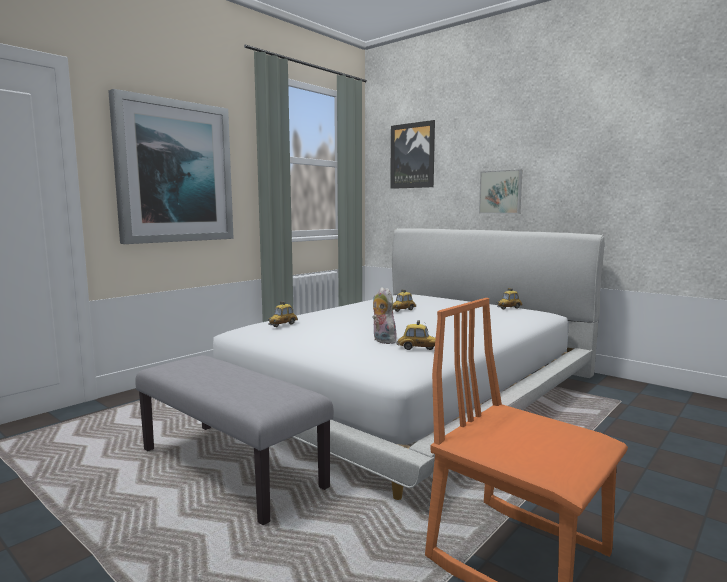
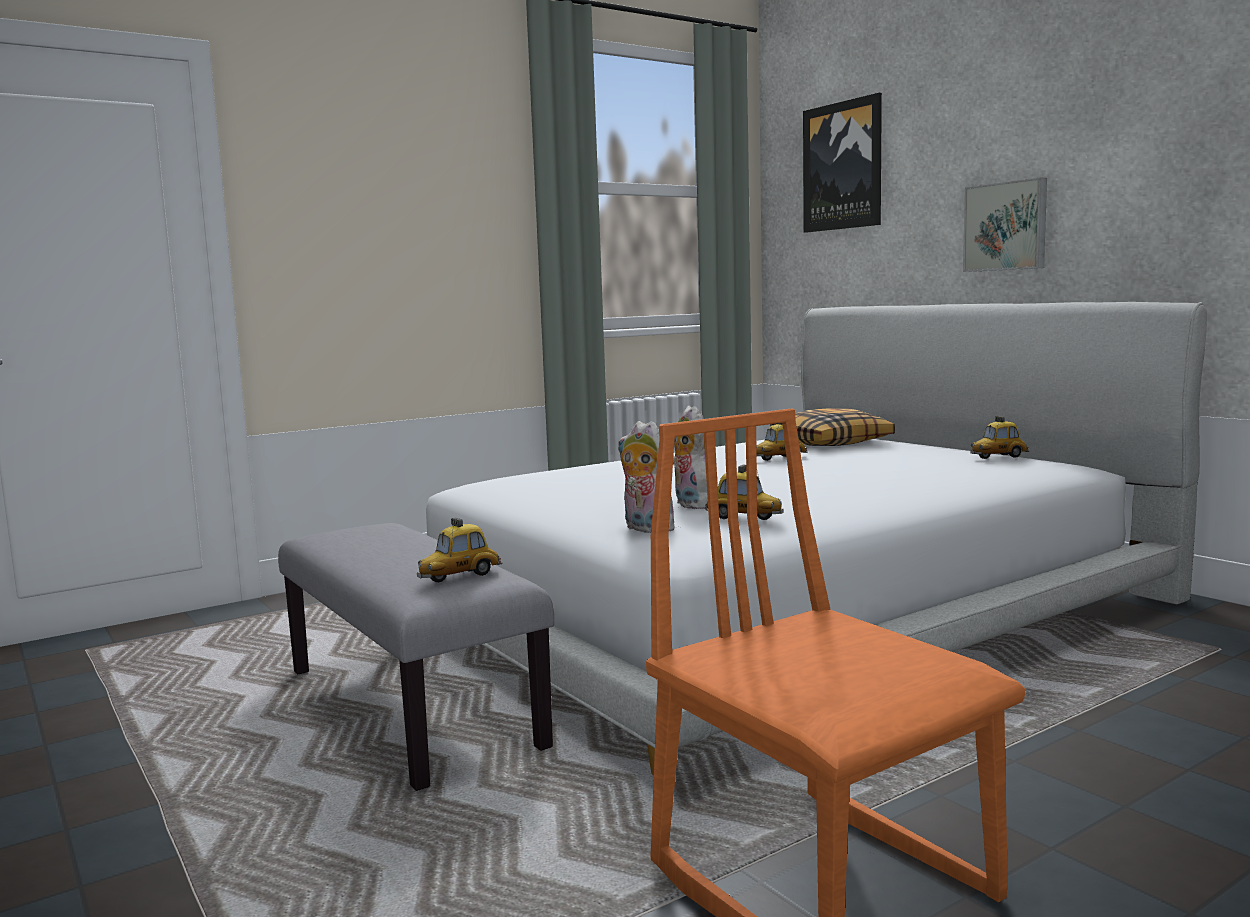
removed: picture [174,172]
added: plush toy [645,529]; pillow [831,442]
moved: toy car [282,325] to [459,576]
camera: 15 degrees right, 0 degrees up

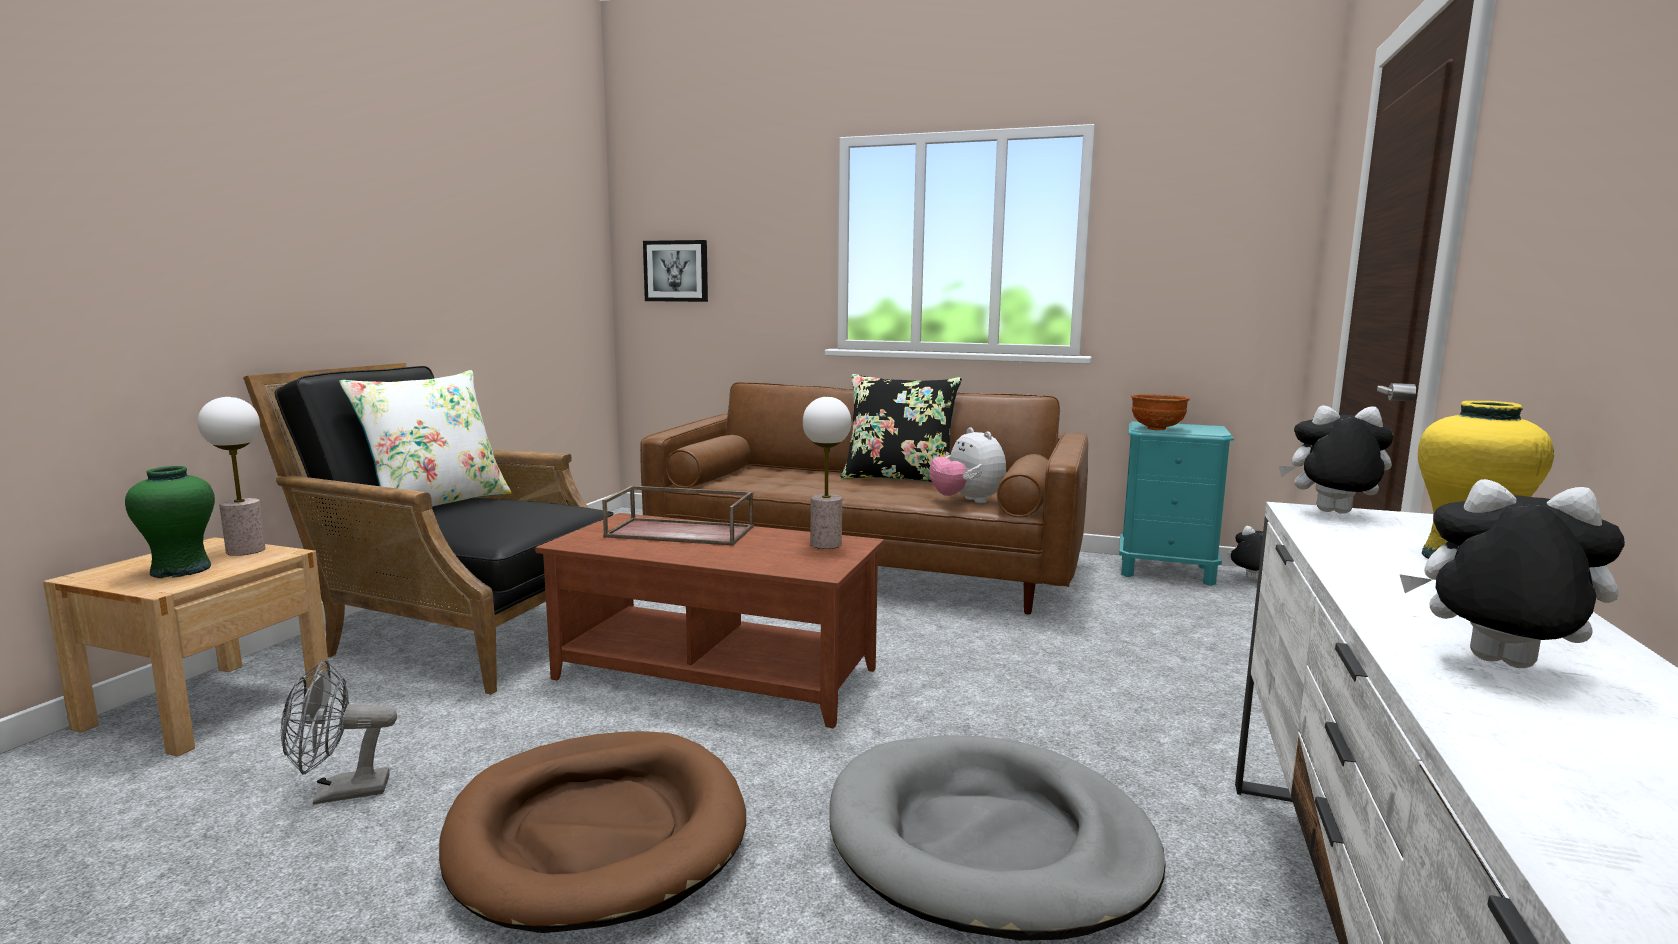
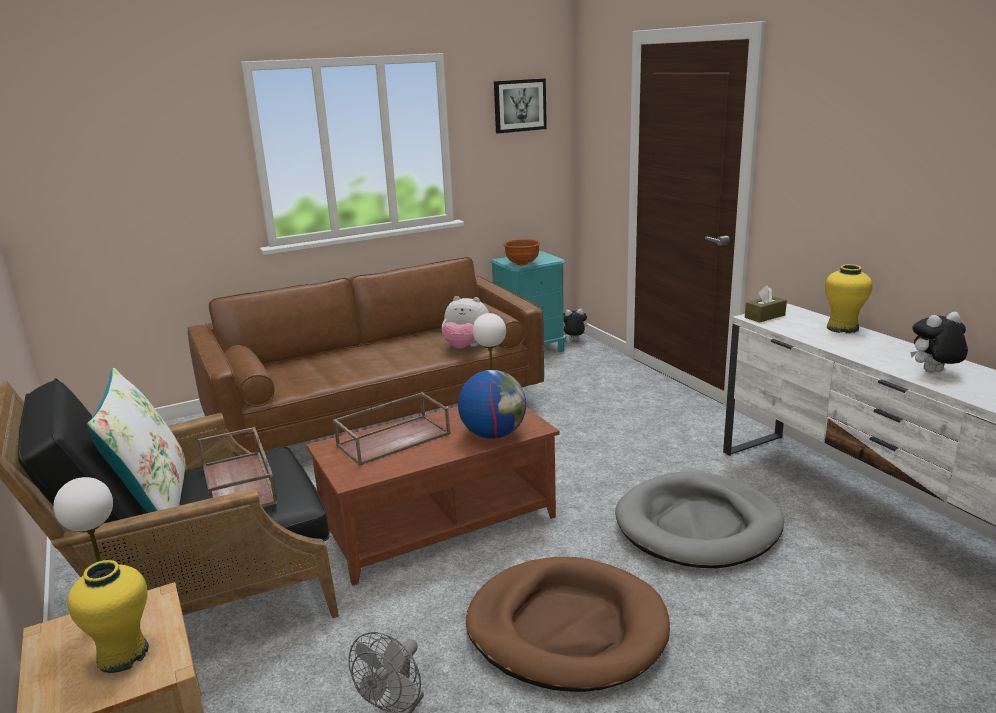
removed: pillow (black) [899,478]
added: tray (brown) [240,484]; globe [493,434]
moved: picture [676,271] to [519,105]
replaced: plush toy [1331,513] to tissue box (brown) [764,316]
recoloured: vase (green) [181,570] to vase (yellow) [123,654]
camera: 45 degrees left, 10 degrees up

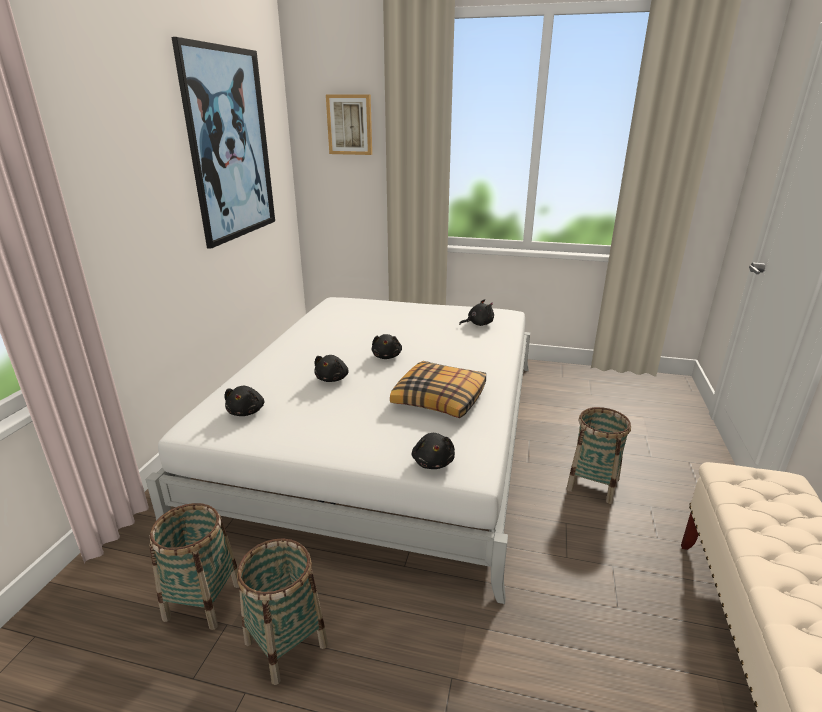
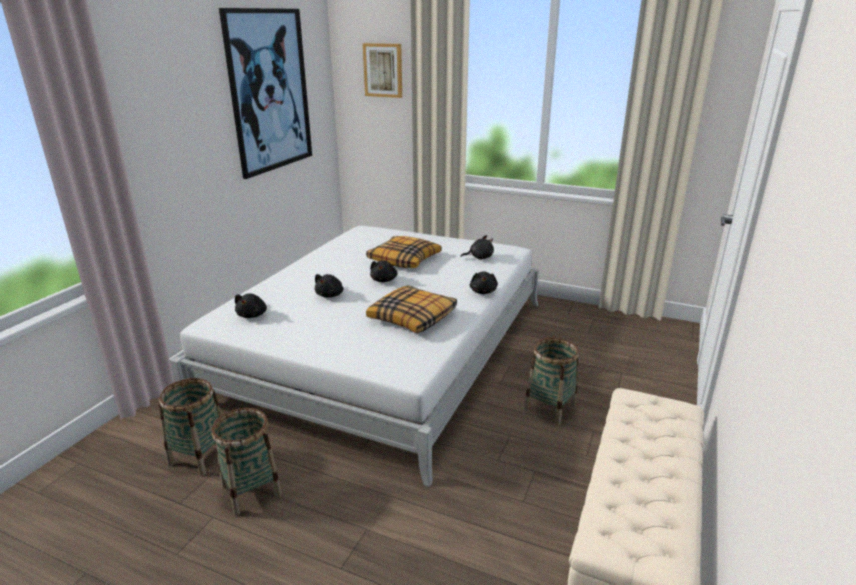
added: pillow [404,259]
moved: plush toy (black) [433,462] to [483,291]
camera: 10 degrees right, 0 degrees up

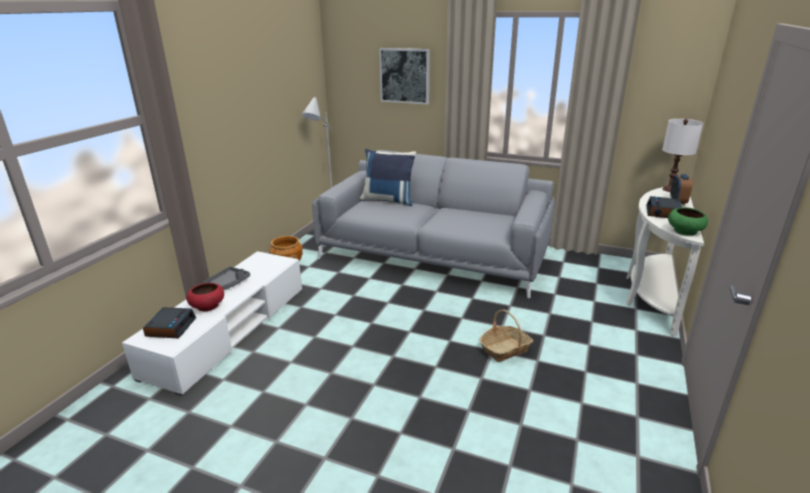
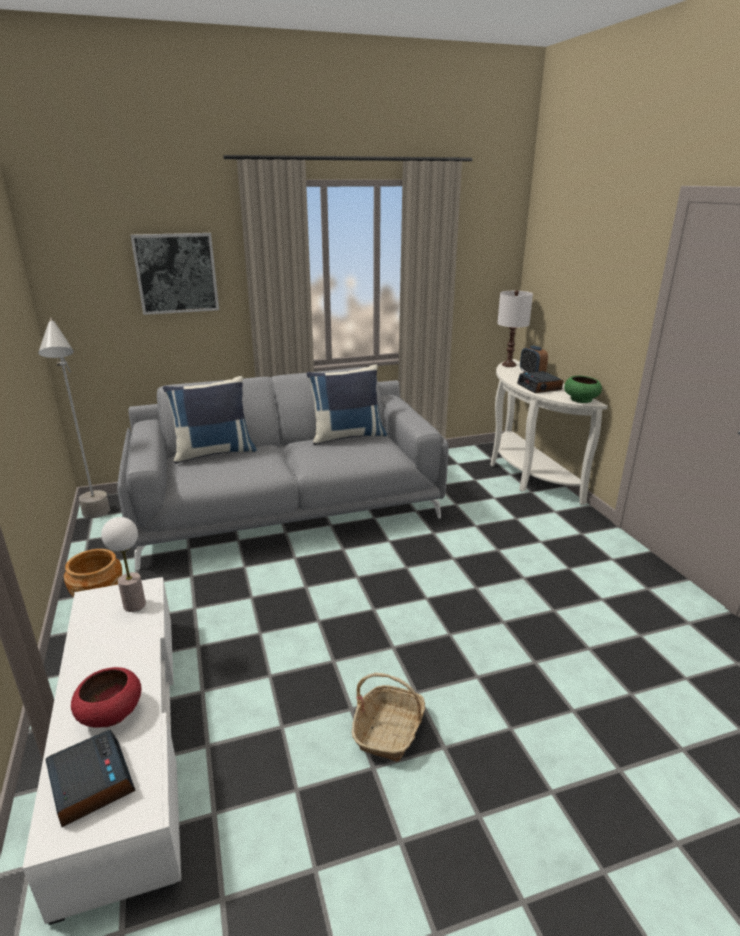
removed: tray (grey) [228,284]
added: table lamp [134,605]; pillow (blue) [347,436]
moved: basket [505,349] to [389,730]
camera: 40 degrees left, 0 degrees up

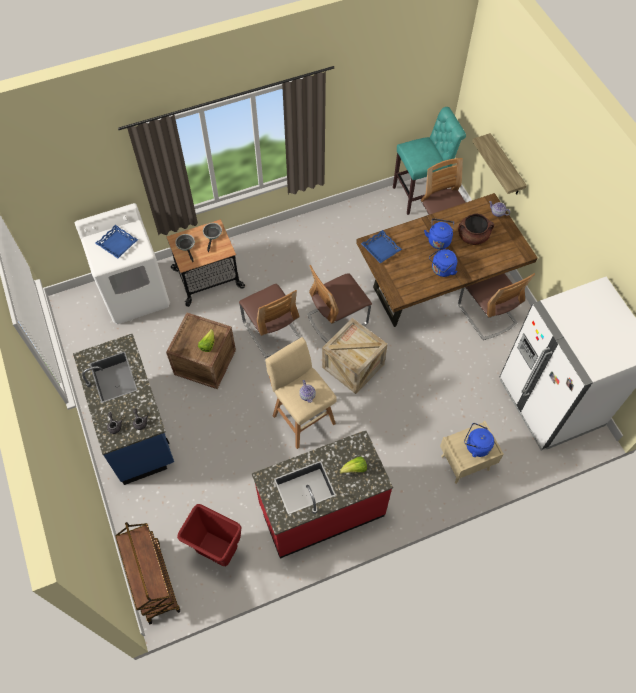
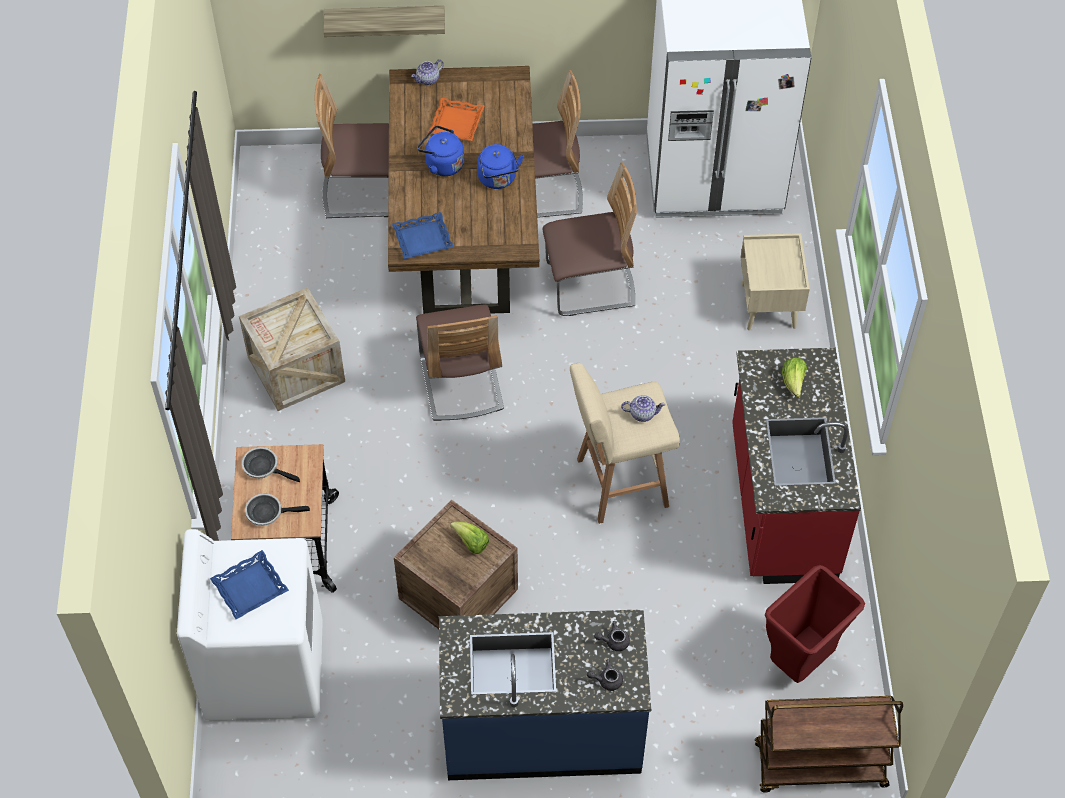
removed: stool (turquoise) [421,195]; kettle (blue) [476,446]
moved: chair [272,331] to [590,285]; crate [353,366] to [296,369]
replaced: cooking pot (brown) [472,236] to tray (orange) [456,123]
camera: 70 degrees left, 5 degrees down

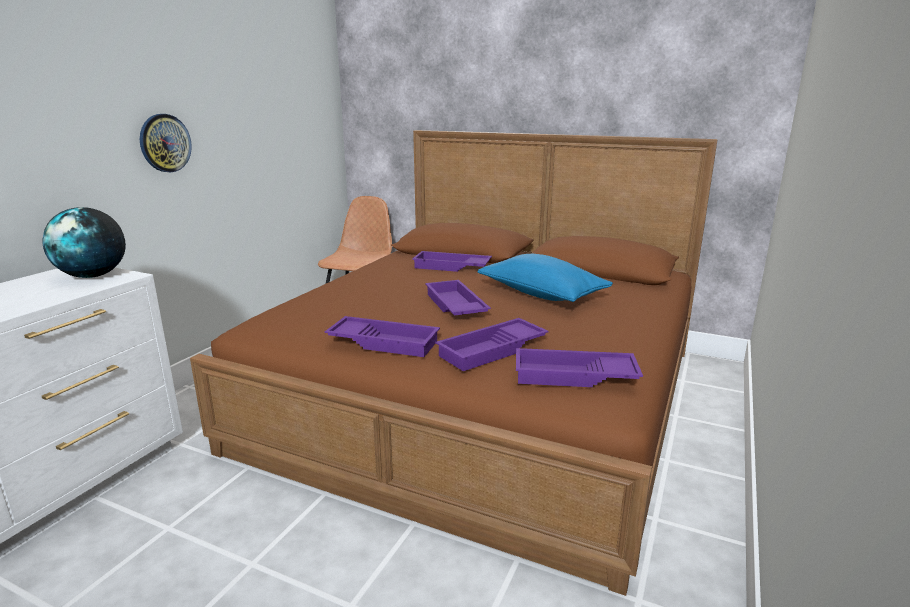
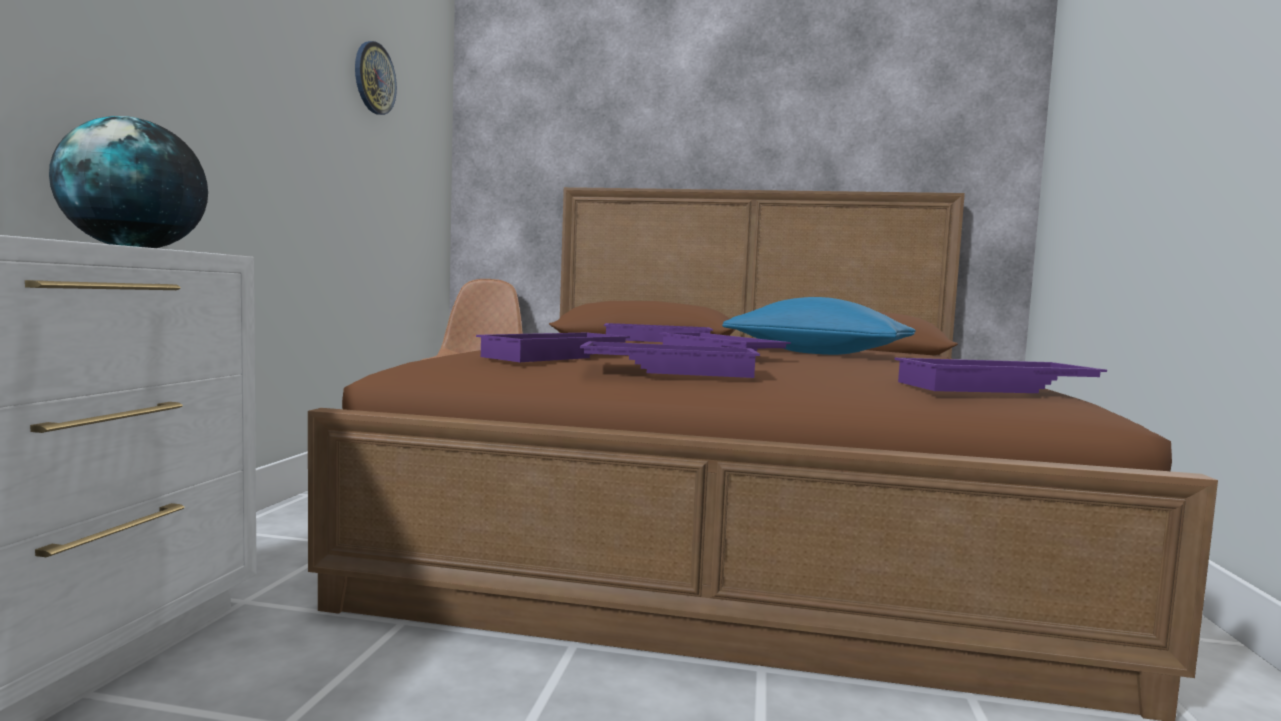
moved: wall clock [165,143] to [374,78]; tray (purple) [493,350] to [557,356]
camera: 15 degrees left, 15 degrees down

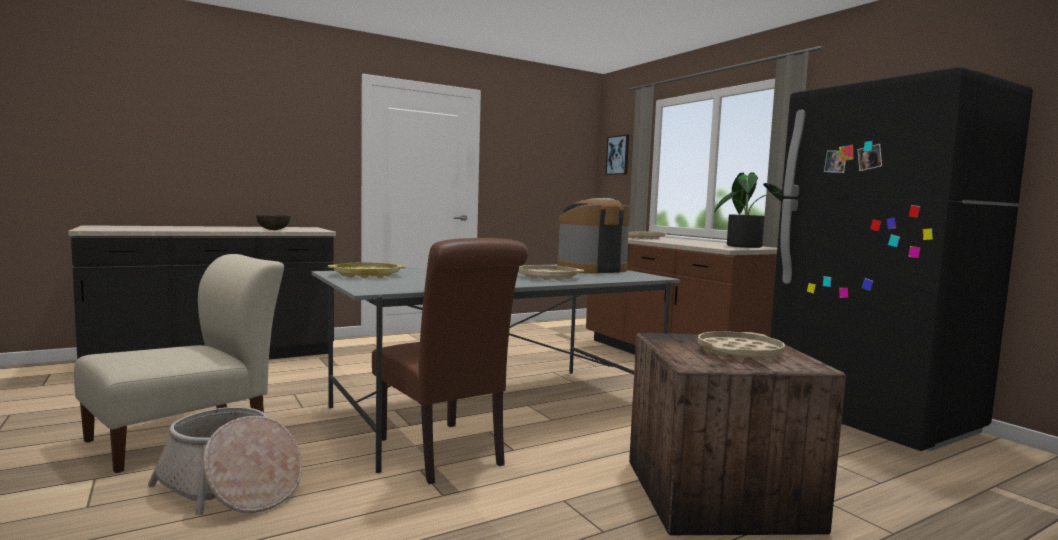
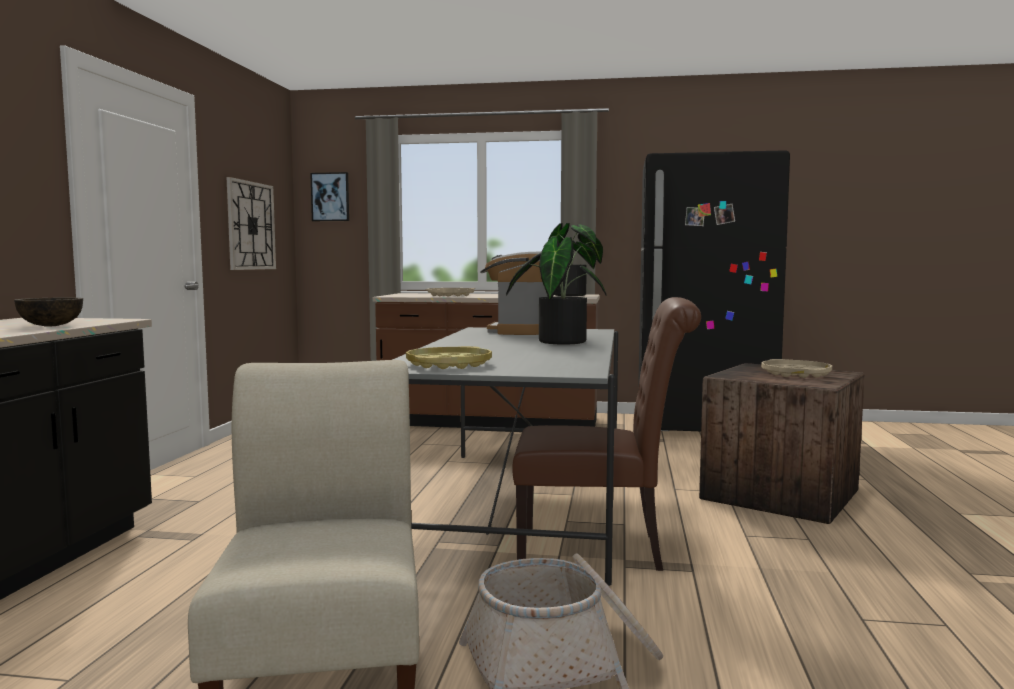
added: wall clock [251,226]
replaced: tray (beige) [547,277] to potted plant [558,341]
camera: 50 degrees left, 0 degrees up

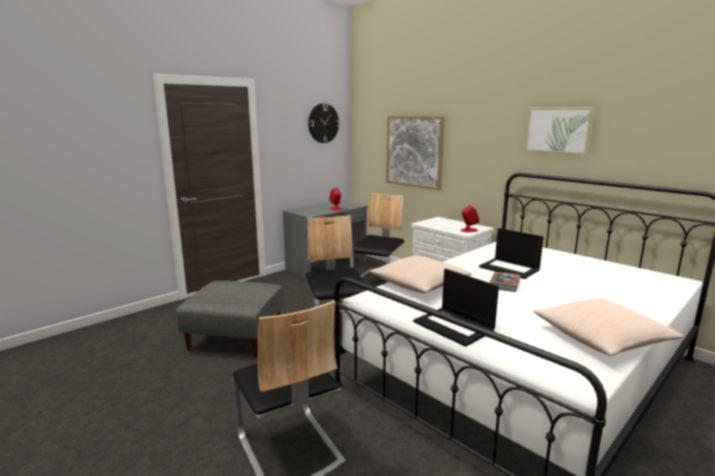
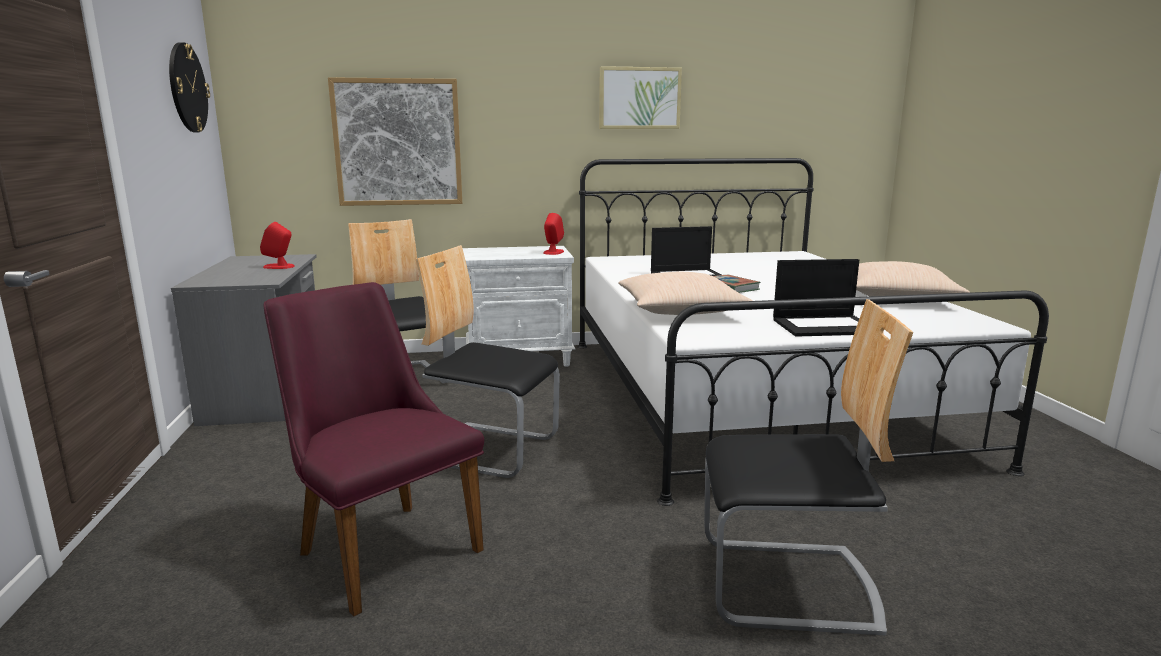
replaced: ottoman (grey) [236,337] to chair (purple) [380,546]
camera: 55 degrees left, 0 degrees up

